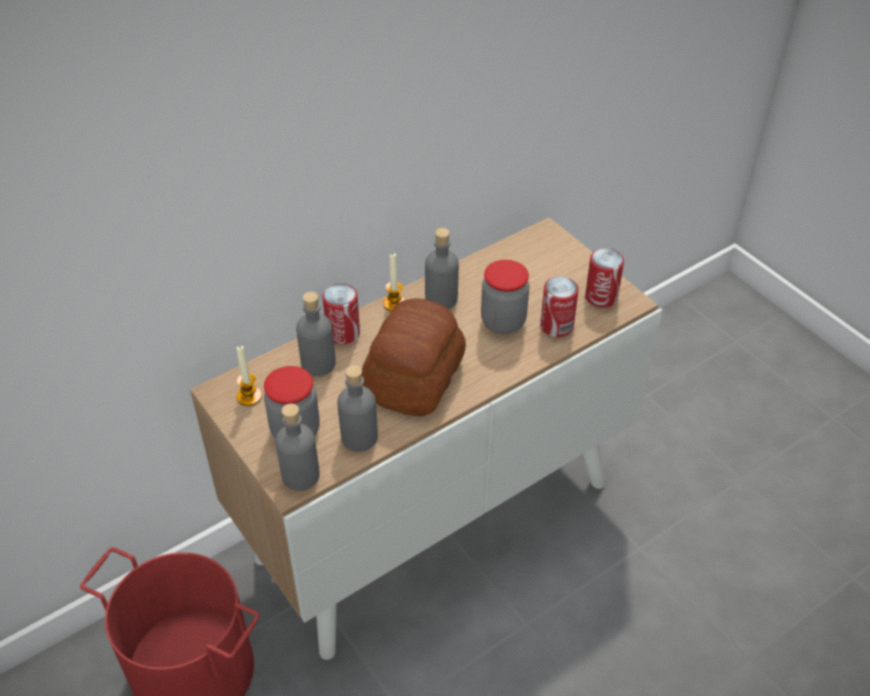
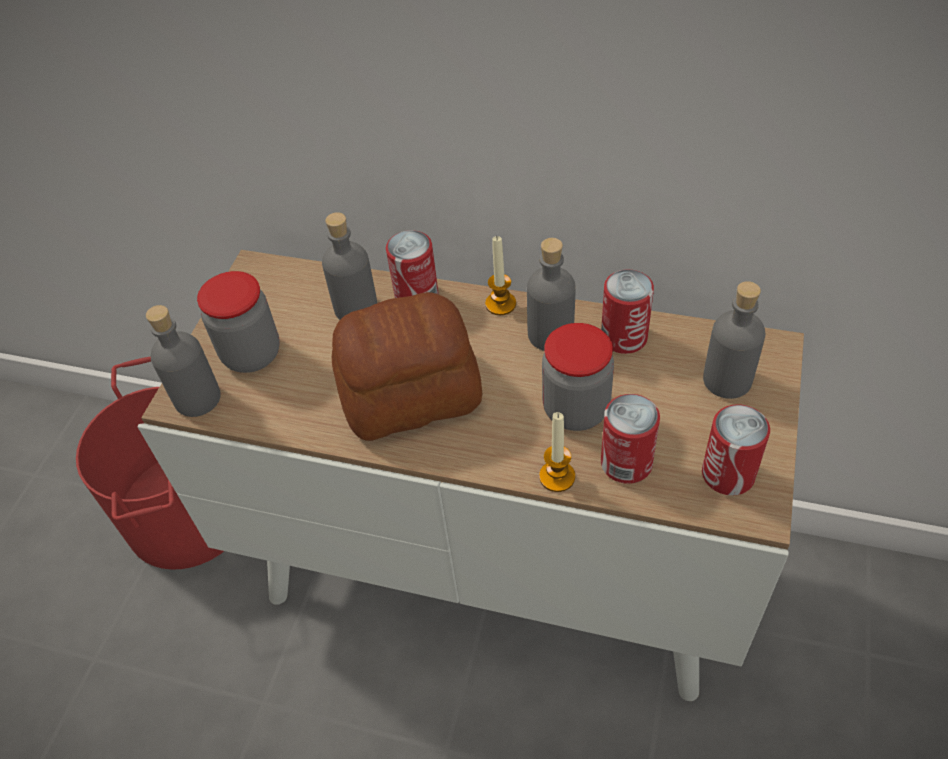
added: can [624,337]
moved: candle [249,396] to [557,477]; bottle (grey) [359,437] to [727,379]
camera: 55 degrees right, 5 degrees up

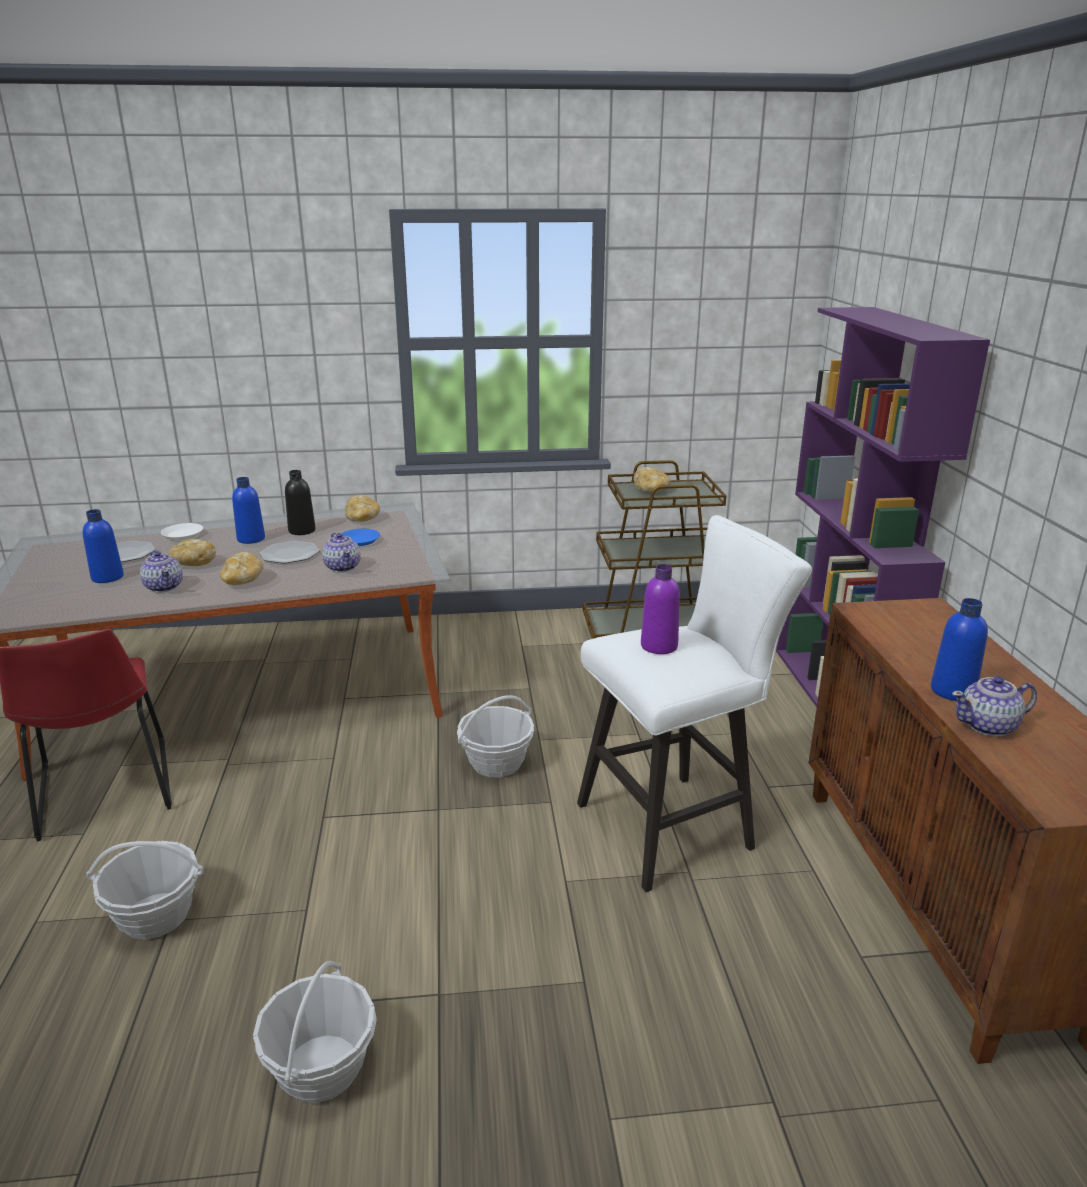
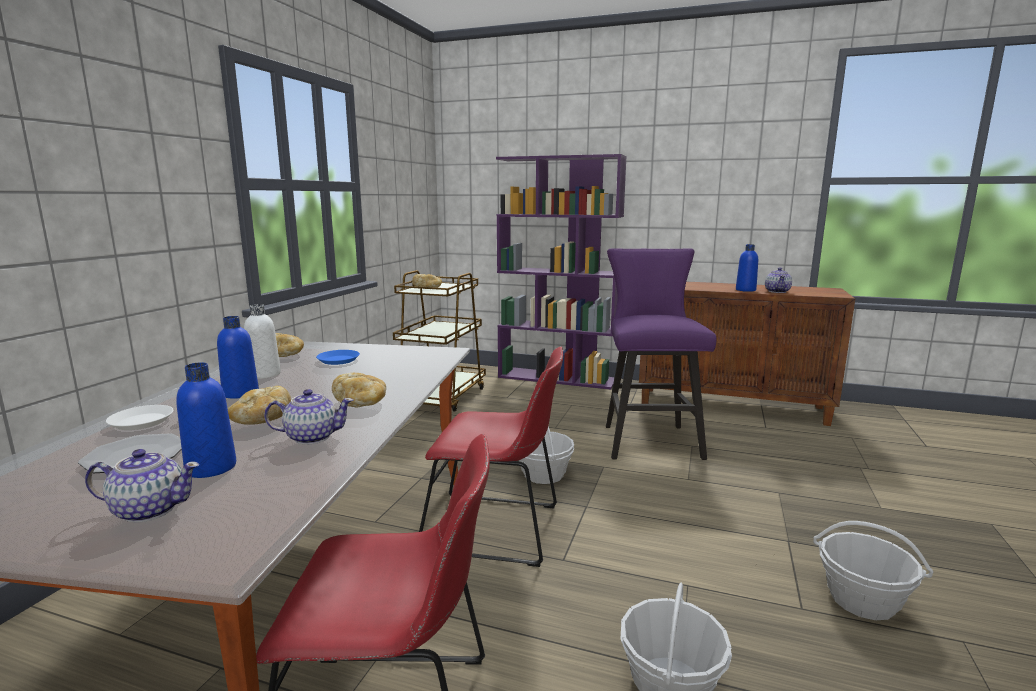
removed: plate [289,554]; bottle (purple) [659,646]
added: chair (red) [498,529]
moved: teapot [343,567] to [149,510]
recoloured: bottle (black) [302,531] to bottle (white) [264,374]; stool (white) [675,825] to stool (purple) [648,439]
camera: 65 degrees left, 10 degrees down

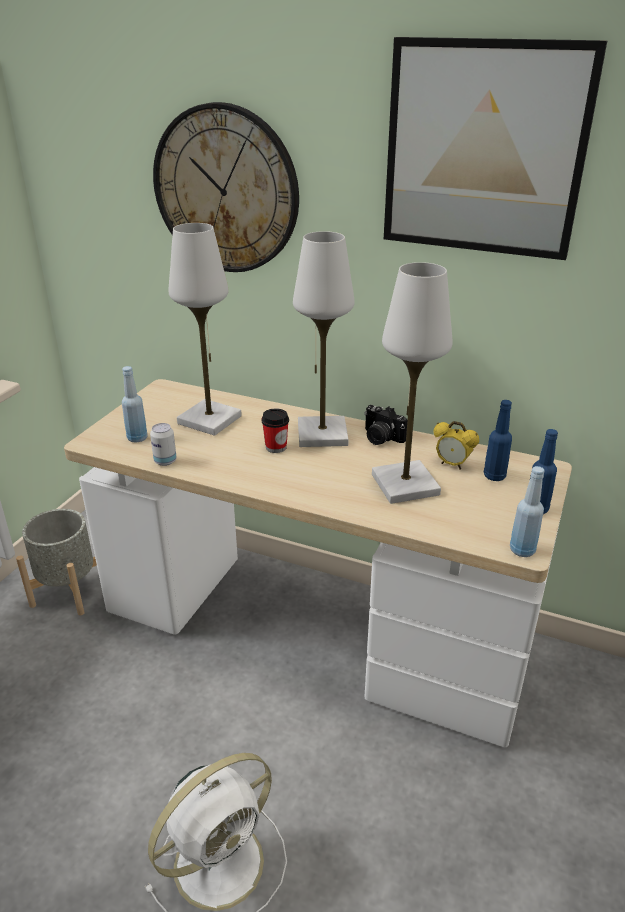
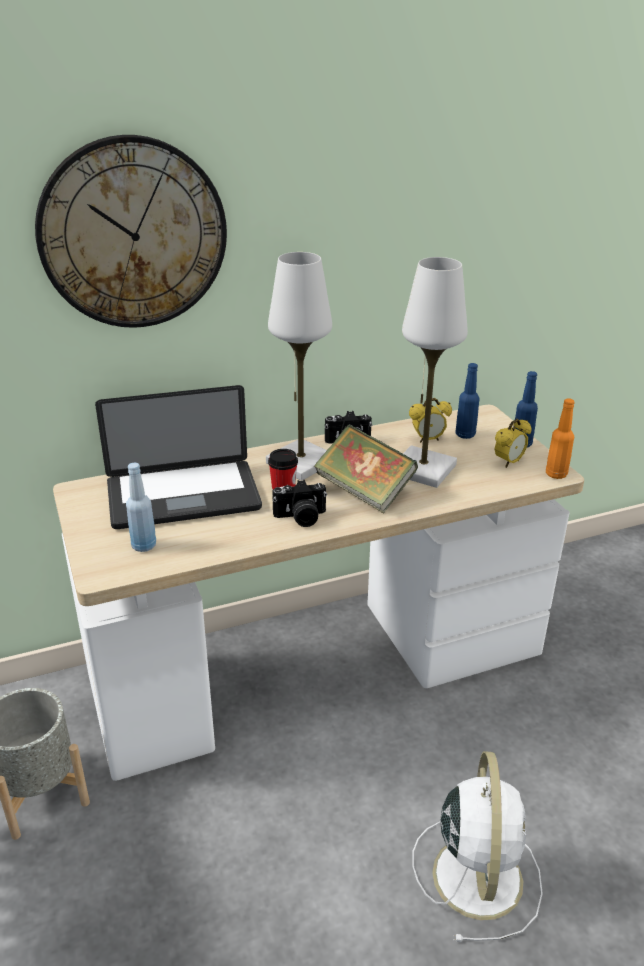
removed: can [165,461]; picture [484,150]
added: photo camera [301,518]; book [364,491]; alarm clock [509,463]
replaced: table lamp (white) [210,420] to laptop [183,496]
recoloured: bottle (blue) [522,550] to bottle (orange) [556,474]
camera: 45 degrees left, 0 degrees up

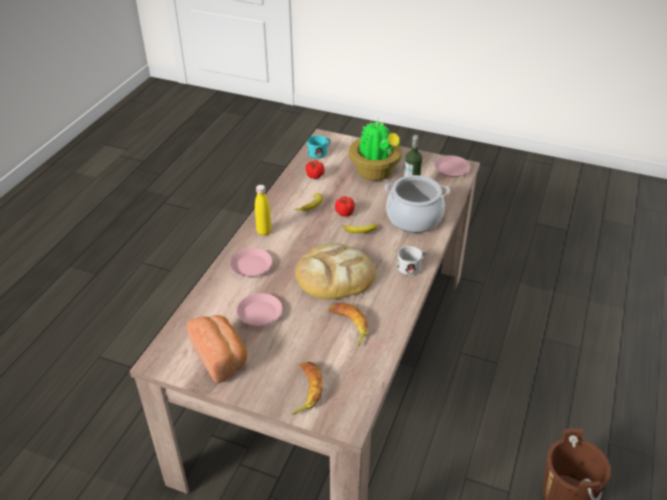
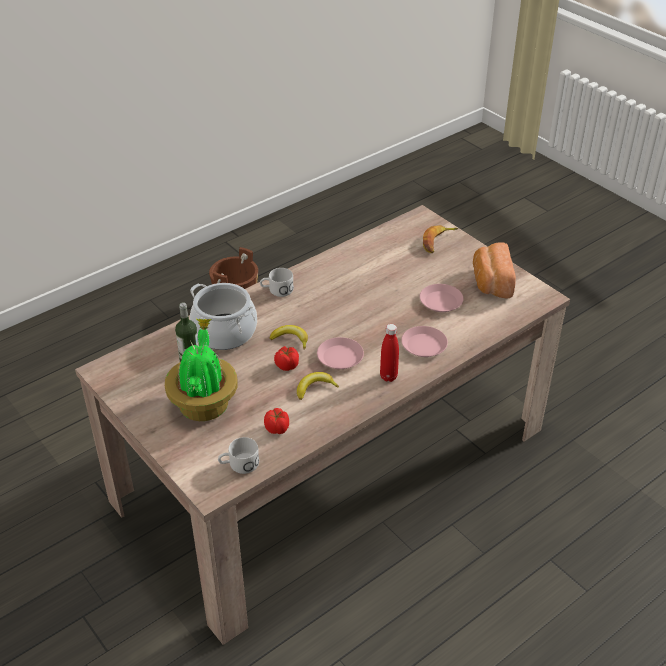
removed: bread [334,275]; banana [348,325]
moved: plate (pink) [451,169] to [340,357]
recoloured: bottle (yellow) [264,232] to bottle (red) [388,377]; mug (turquoise) [320,152] to mug (white) [239,464]
camera: 150 degrees left, 0 degrees up

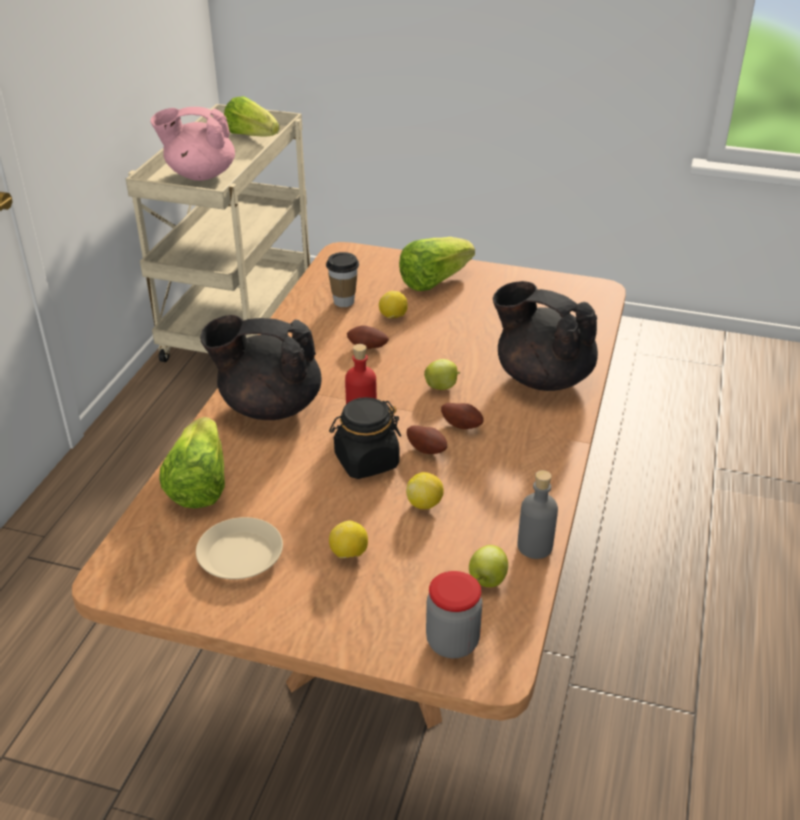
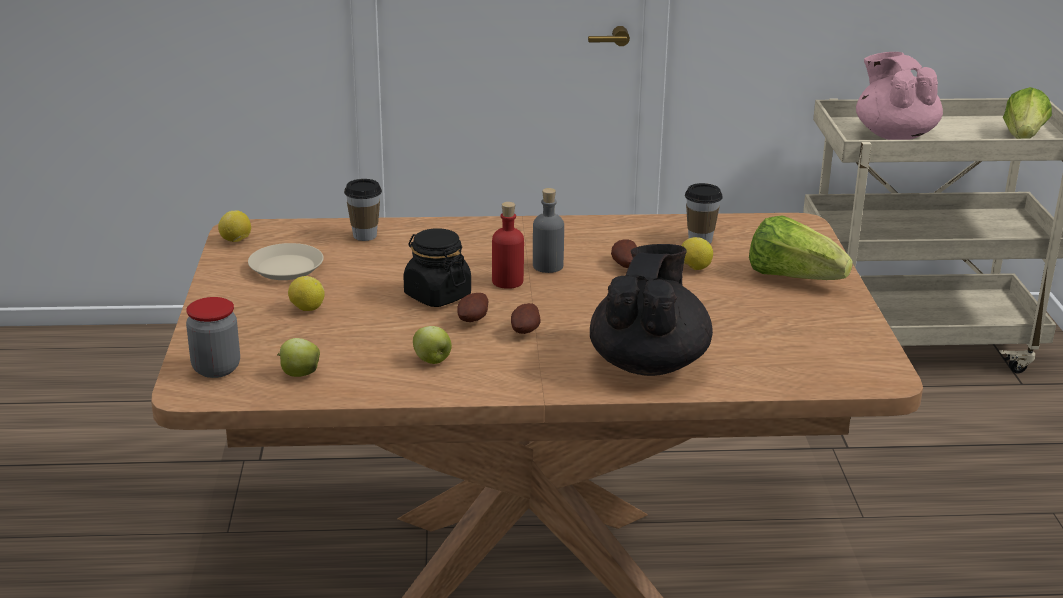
removed: teapot (black) [269,406]
moved: lemon [425,504] to [236,241]; apple [442,387] to [433,361]; bottle (grey) [535,546] to [547,266]
replaced: lettuce [199,484] to cup [365,236]
camera: 70 degrees right, 10 degrees down

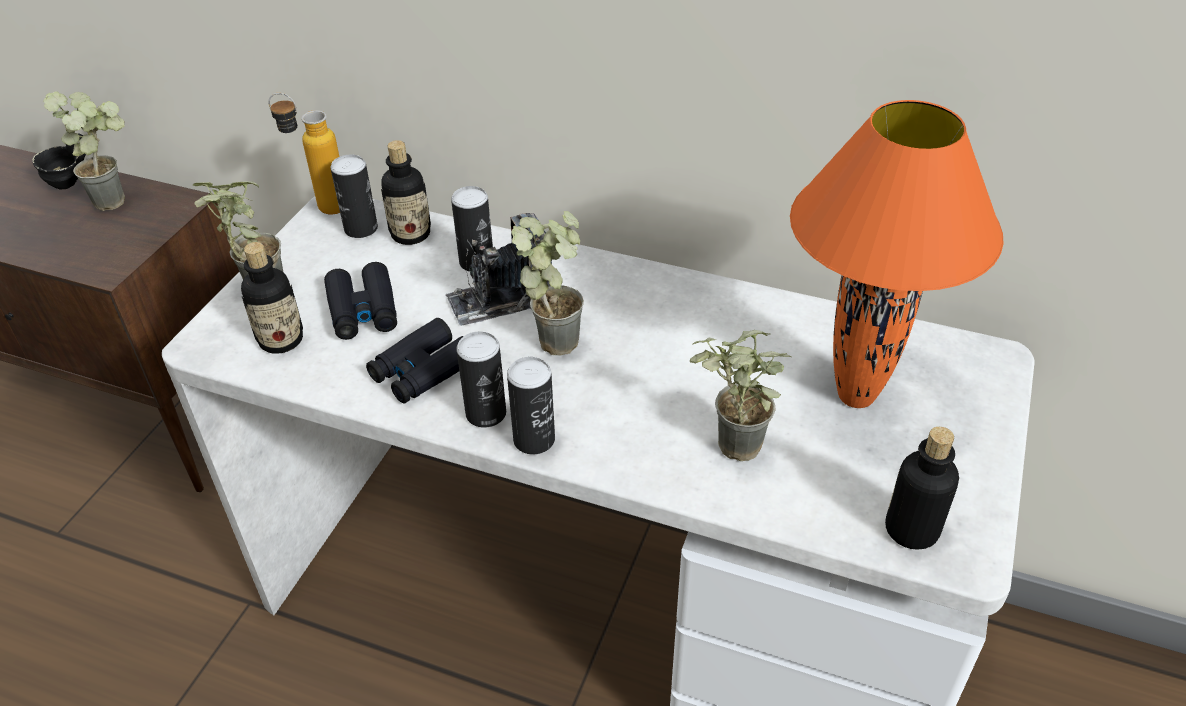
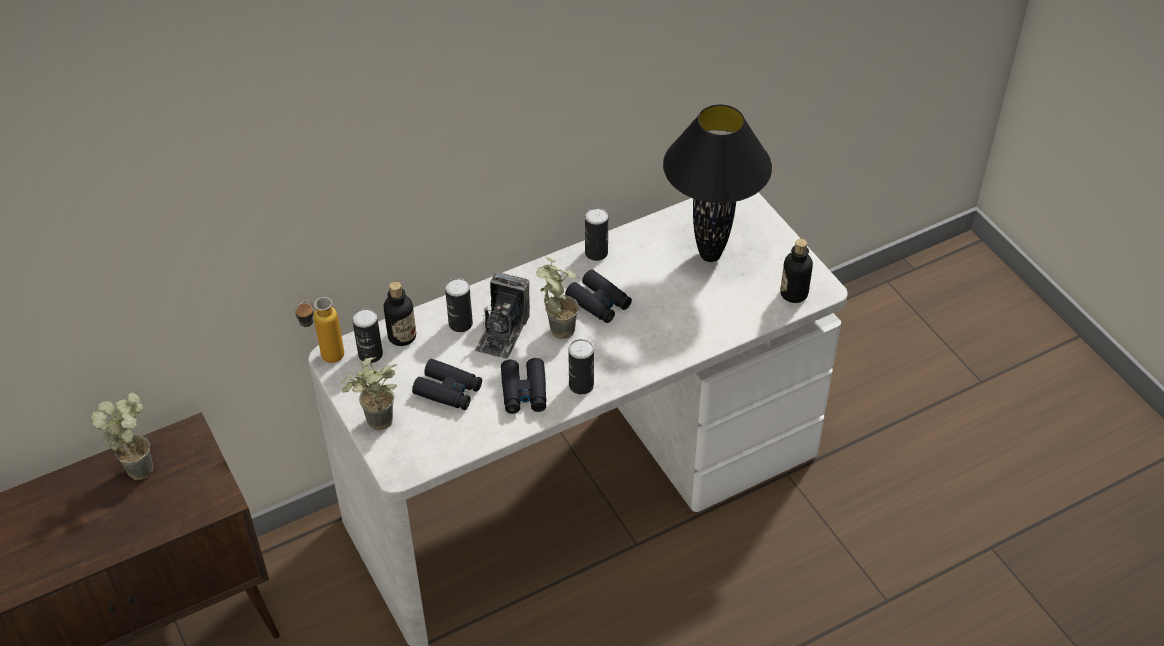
removed: mug (black) [72,183]; bottle [281,340]; potted plant [727,451]
added: binoculars (black) [599,302]
moved: can [534,439] to [596,253]
recoloured: table lamp (orange) [854,395] to table lamp (black) [709,255]
camera: 50 degrees left, 5 degrees up

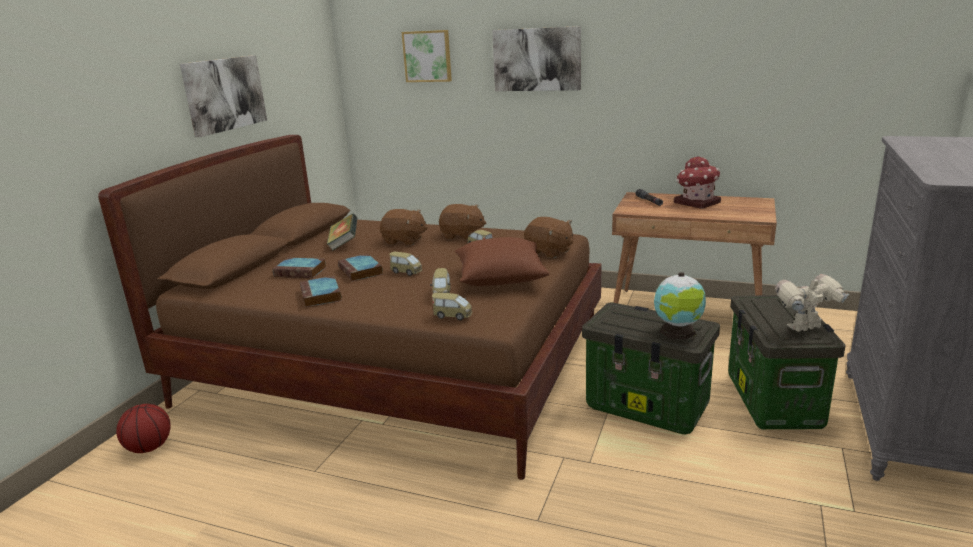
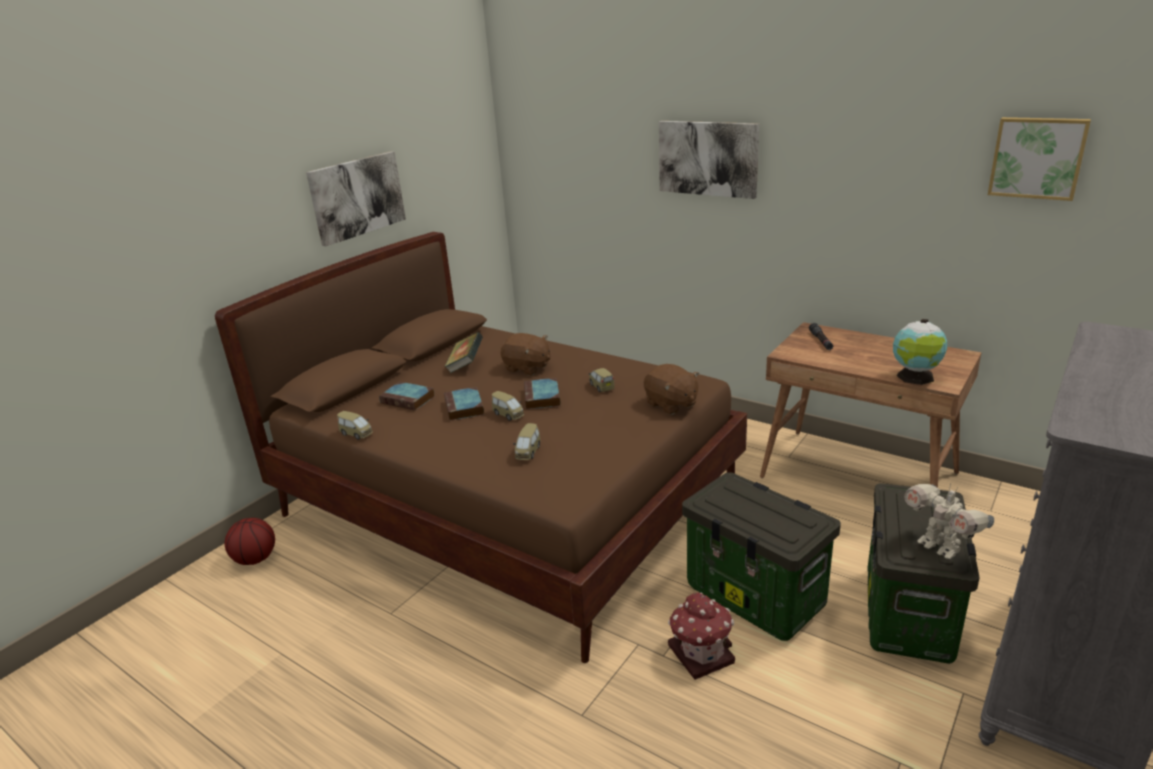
removed: plush toy (brown) [462,236]; pillow (brown) [500,279]
moved: book [321,295] to [542,398]; picture [427,56] to [1037,157]; toy car [453,315] to [356,433]; globe [678,332] to [915,377]; toy house [696,202] to [700,653]
turned: toy robot [805,328] = [940,547] 120 degrees counterclockwise
camera: 15 degrees right, 5 degrees up

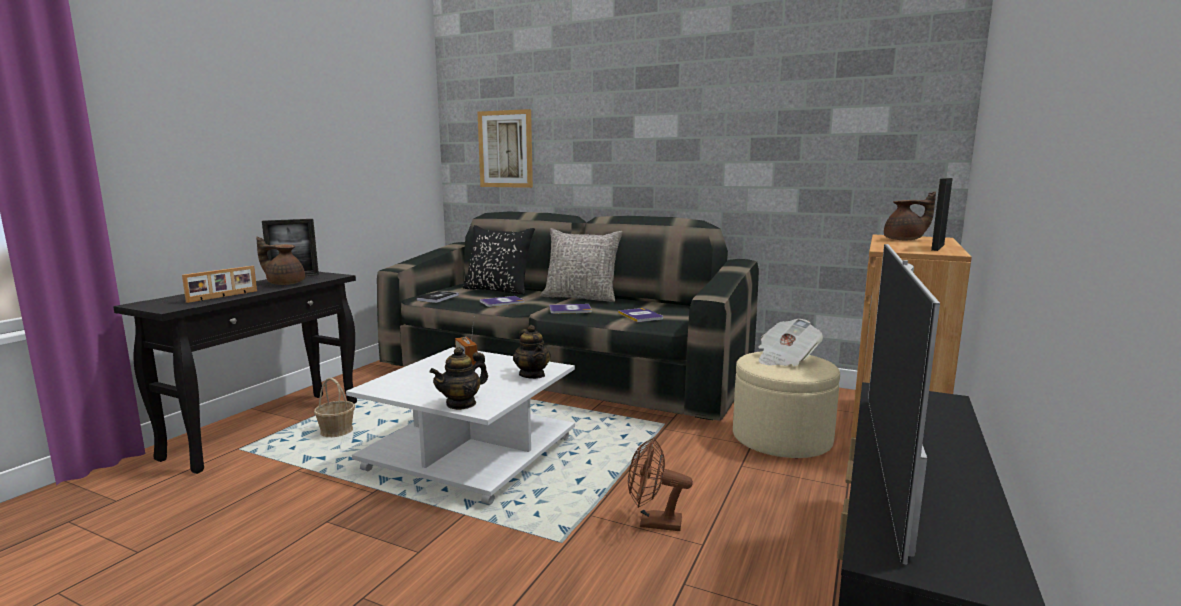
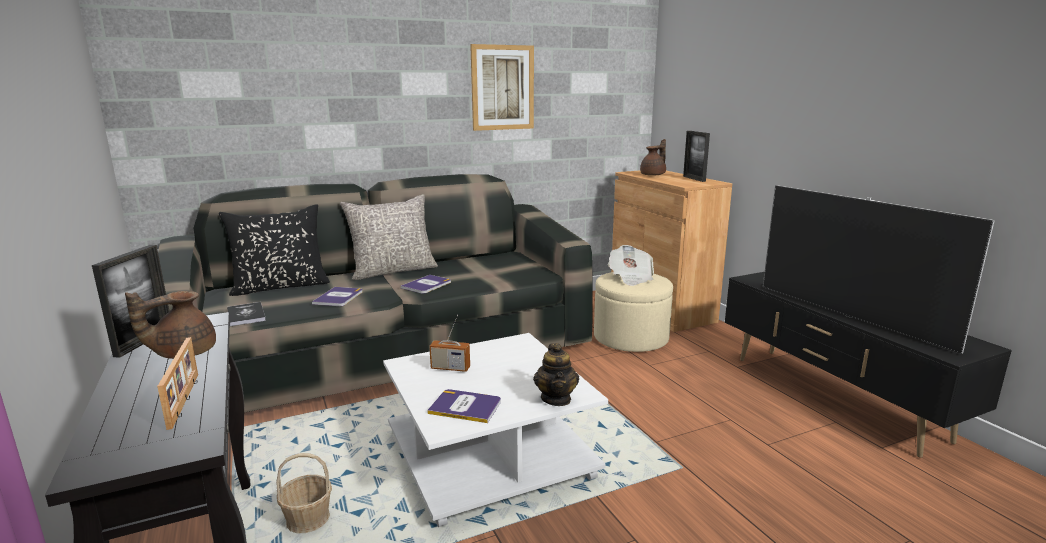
removed: teapot [532,375]; fan (brown) [653,523]
moved: picture [505,149] to [502,88]; book [640,316] to [465,407]
camera: 50 degrees left, 5 degrees up

